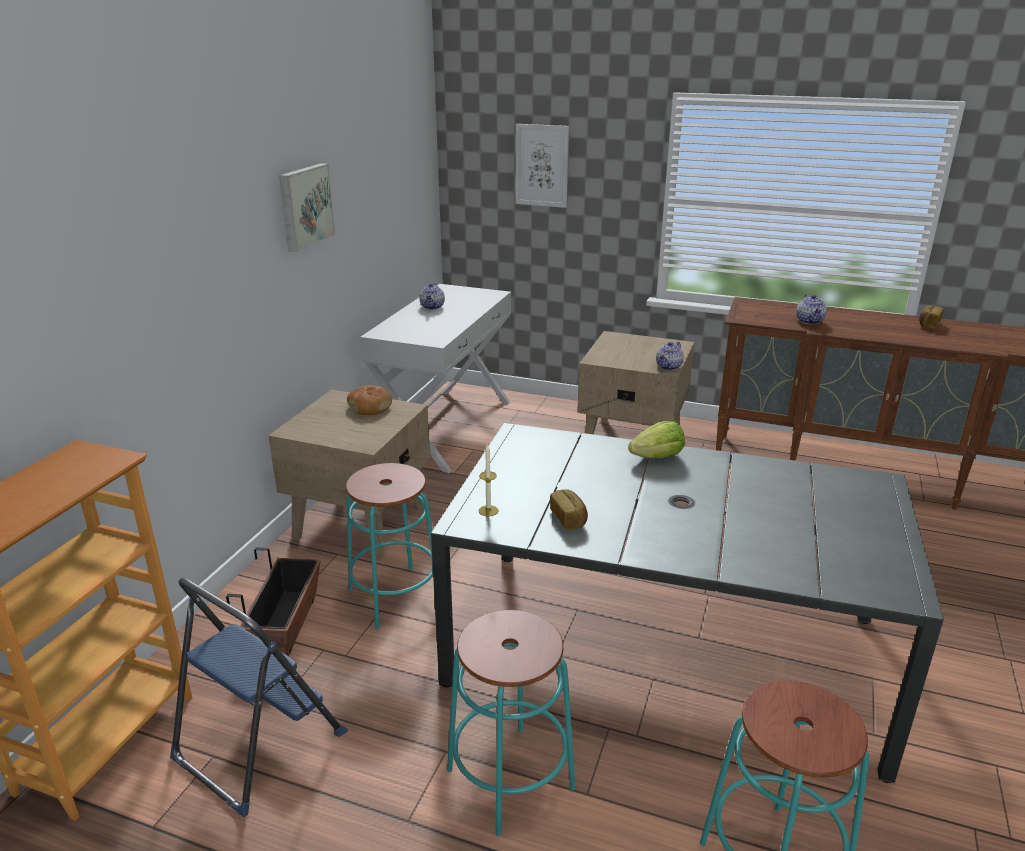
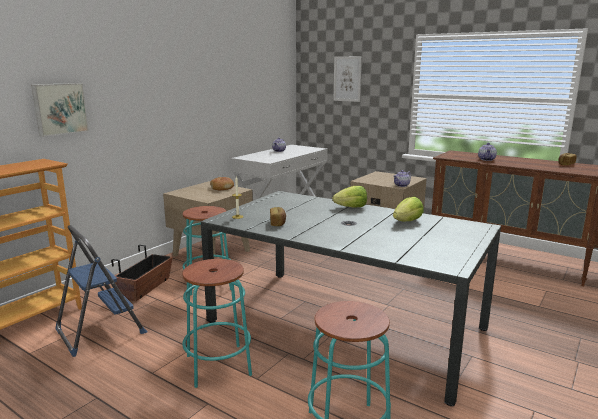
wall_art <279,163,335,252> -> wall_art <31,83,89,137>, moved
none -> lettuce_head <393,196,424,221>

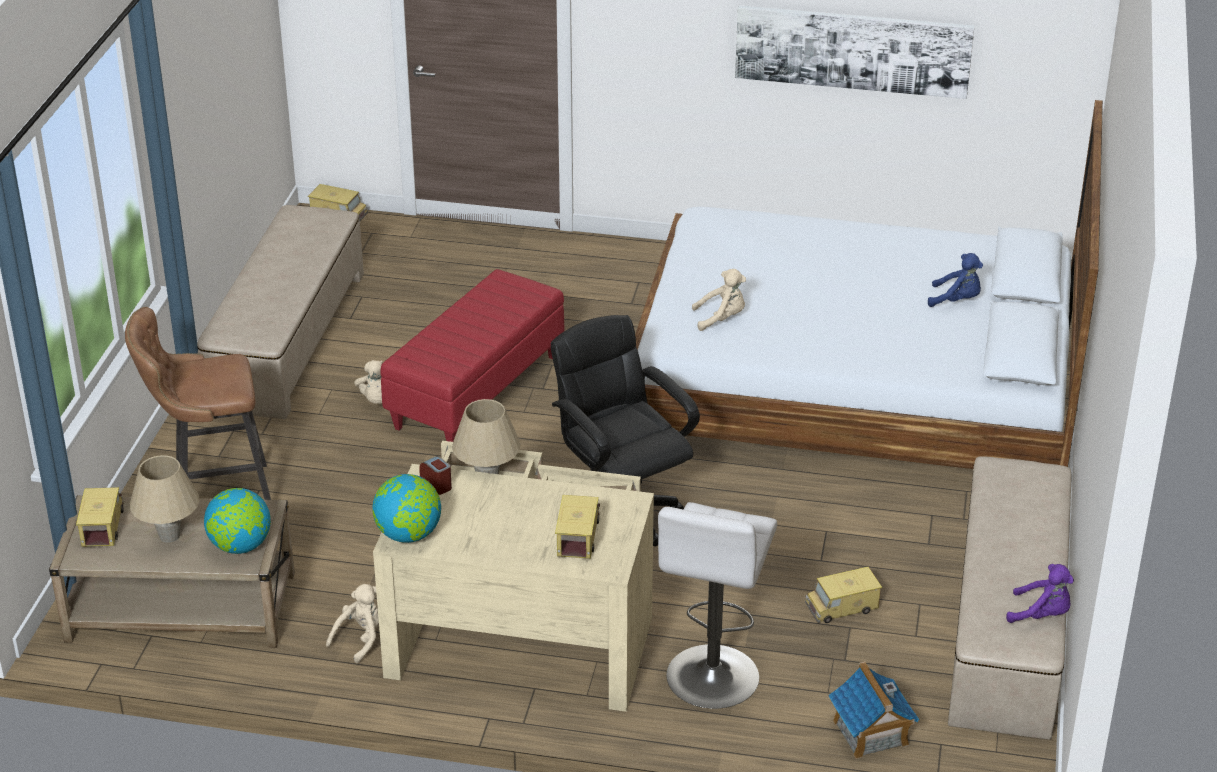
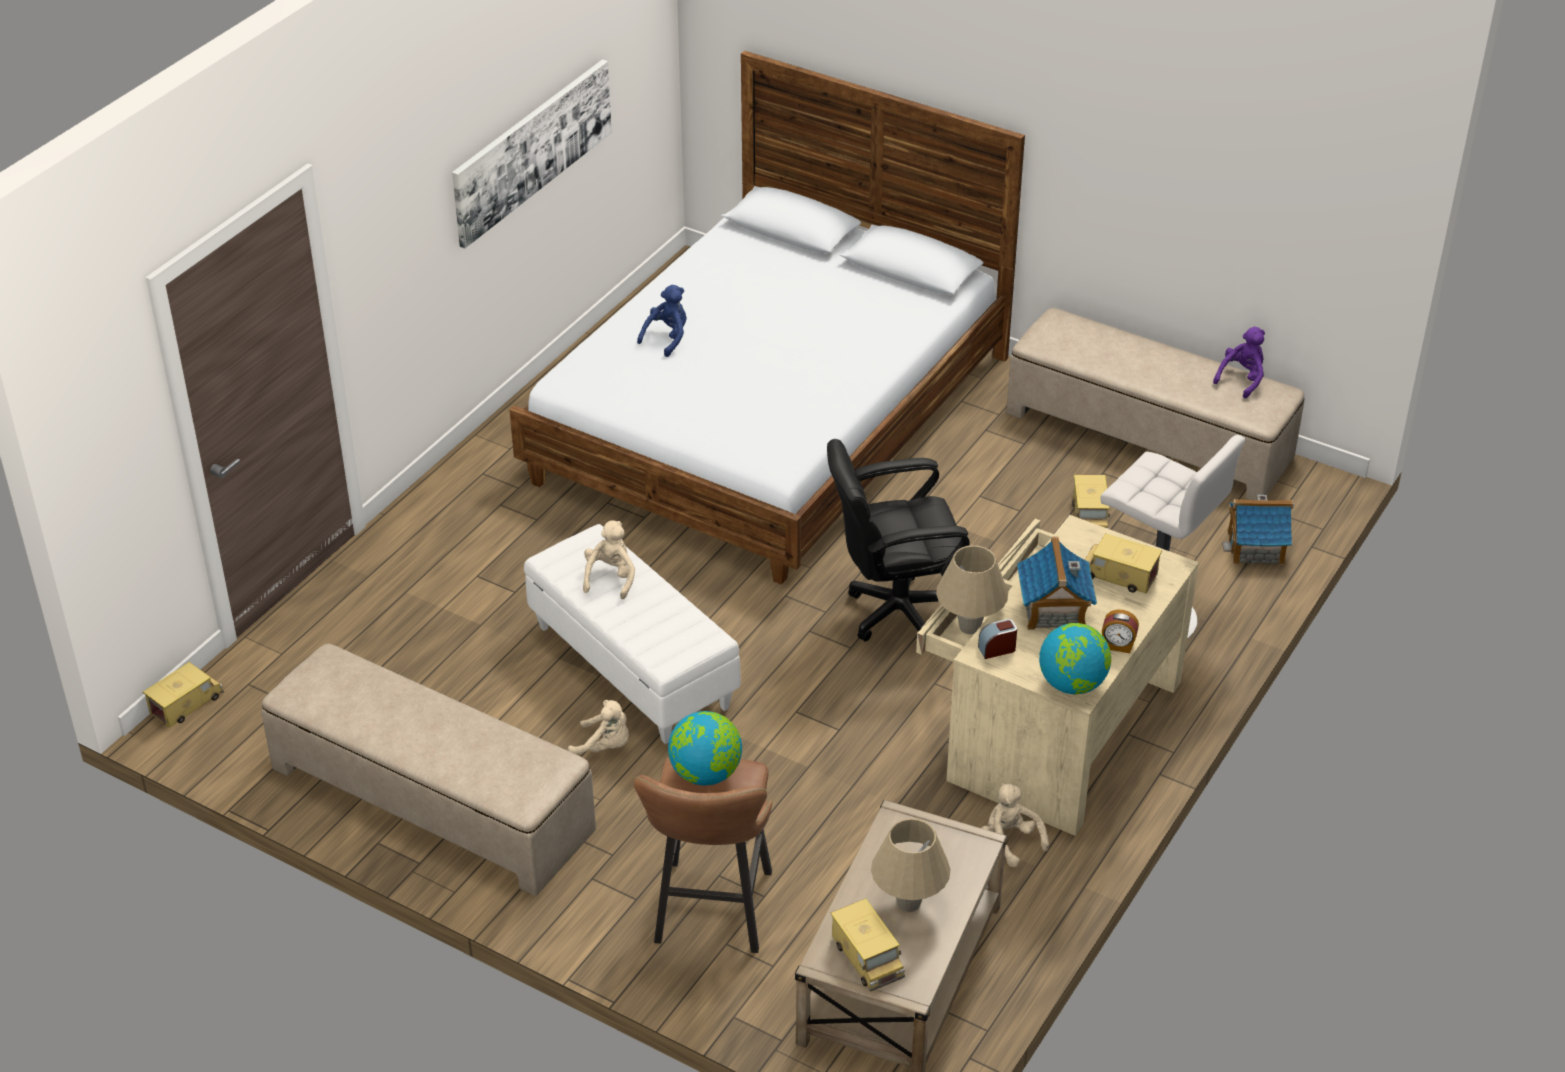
toy_lorry <76,487,124,547> -> toy_lorry <831,899,905,992>, 135 degrees counterclockwise
desk_globe <204,488,271,554> -> desk_globe <668,711,742,786>, moved
red-coloured_footrest <380,269,564,442> -> white-coloured_footrest <524,524,741,744>
sand-coloured_cuddly_toy <692,269,746,331> -> sand-coloured_cuddly_toy <583,520,635,599>, moved
blue-coloured_cuddly_toy <928,253,983,307> -> blue-coloured_cuddly_toy <637,285,687,357>, moved
none -> toy_house <1017,536,1097,630>
none -> alarm_clock <1102,610,1139,653>

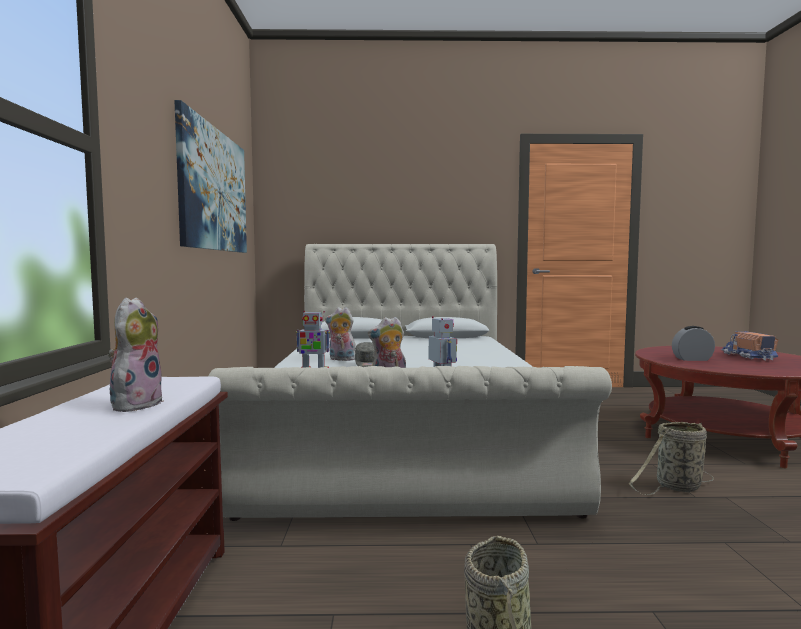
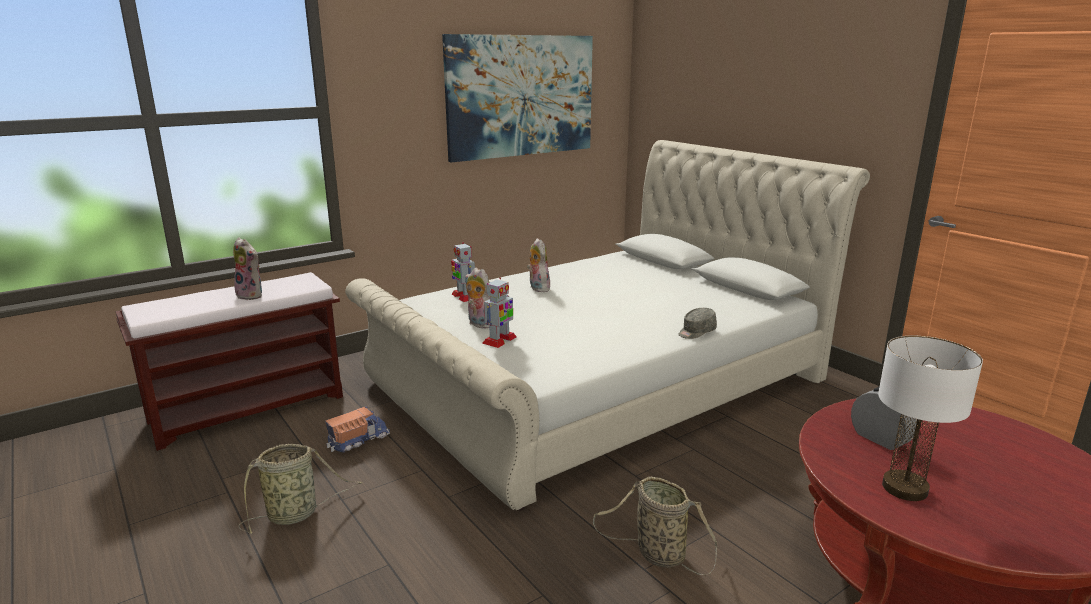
cuddly_toy <108,298,163,412> -> cuddly_toy <233,238,262,300>, 60 degrees clockwise
greyish_baseball_cap <355,342,375,367> -> greyish_baseball_cap <678,308,717,339>, moved
toy_lorry <721,331,778,360> -> toy_lorry <325,406,390,453>, moved
none -> tabletop_lamp <878,336,983,501>

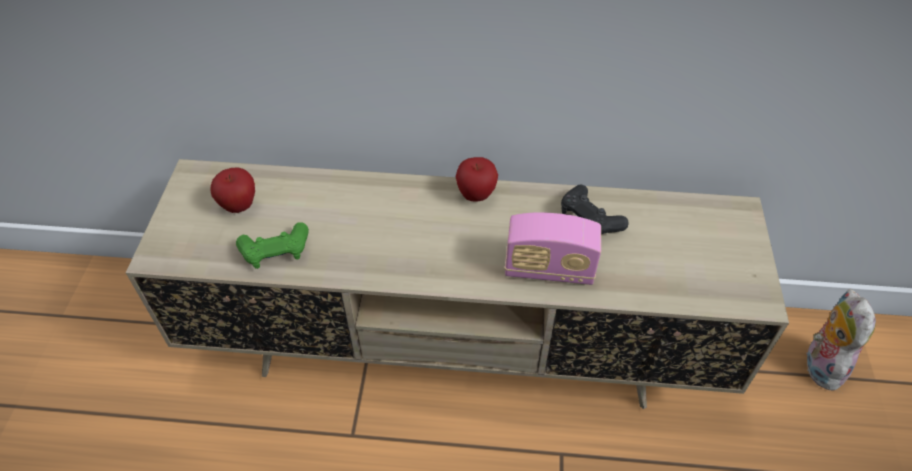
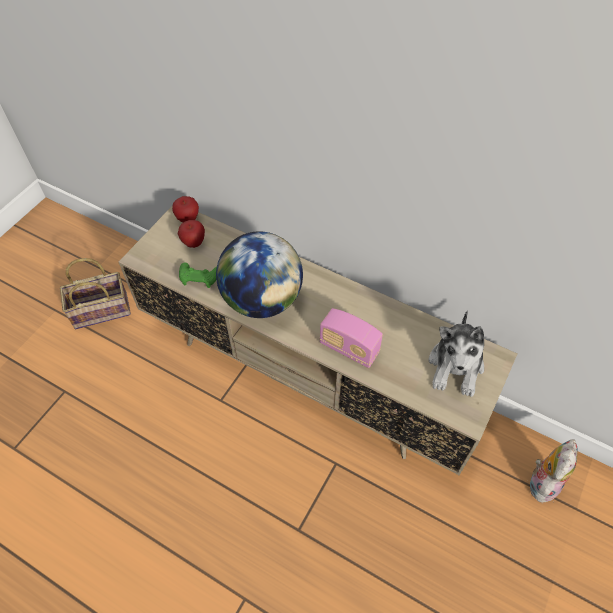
whole_apple <455,157,498,201> -> whole_apple <172,196,199,223>, moved
black_gamepad <561,185,629,234> -> none
none -> household_basket <60,258,131,329>
none -> desk_globe <216,231,303,318>
none -> cuddly_toy <429,310,484,397>

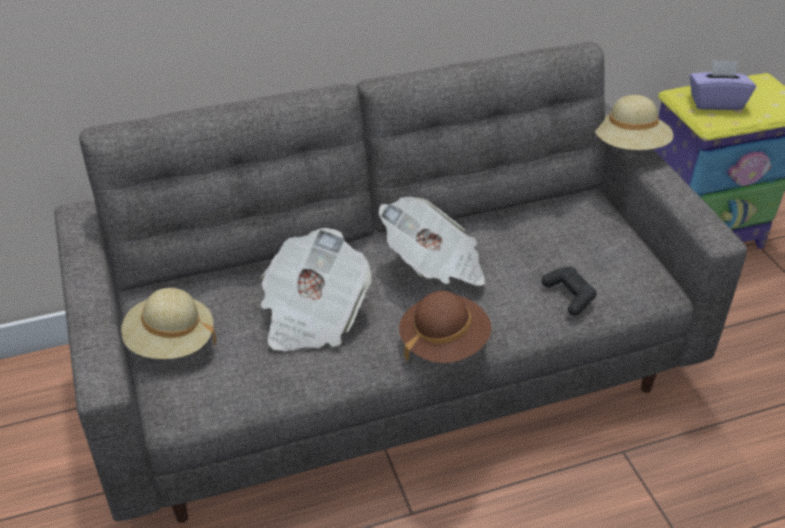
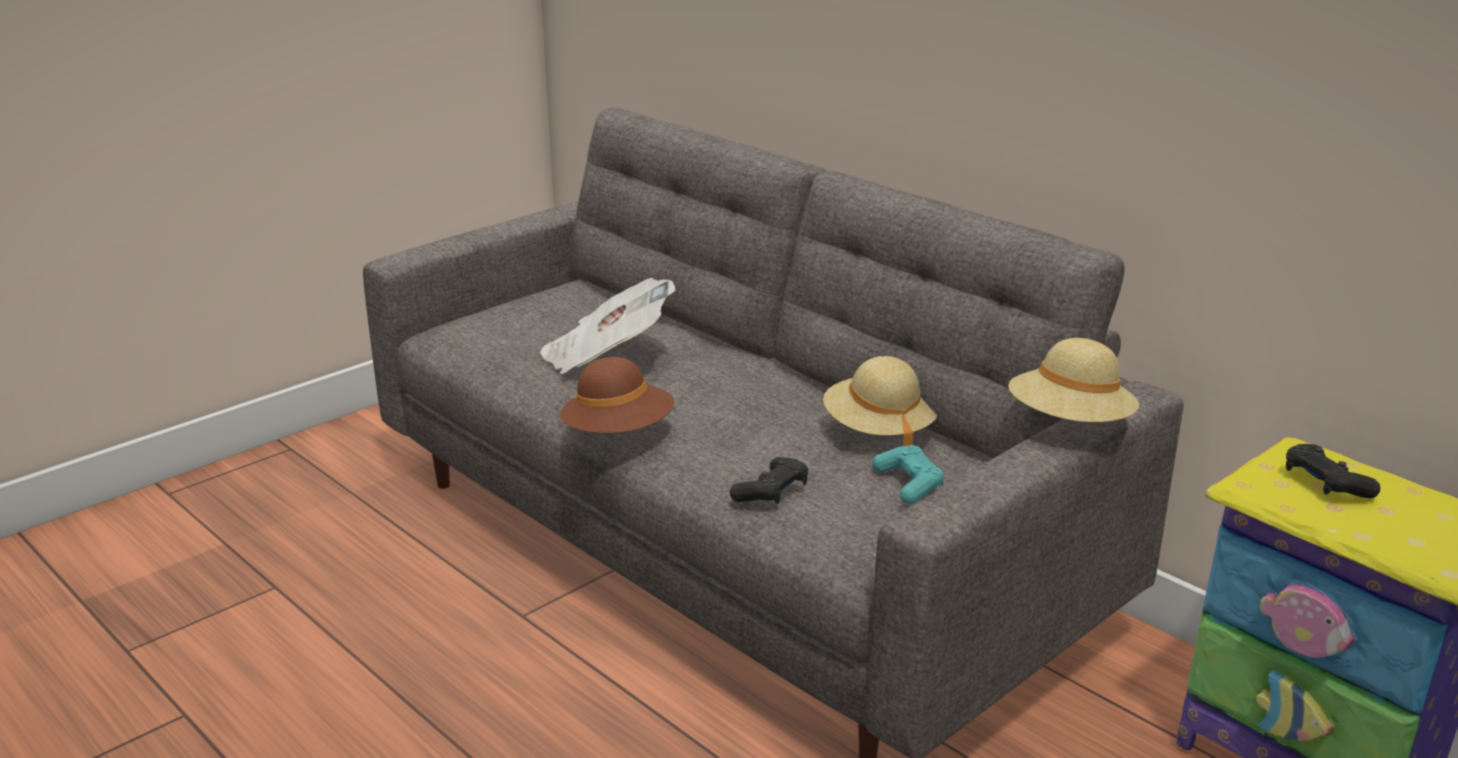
sand-coloured_hat <121,288,216,359> -> sand-coloured_hat <823,356,937,446>, moved
printed_paper <379,197,485,286> -> none
purple_tissue_box <690,60,756,110> -> black_gamepad <1286,444,1380,499>
none -> turquoise_gamepad <872,445,945,504>

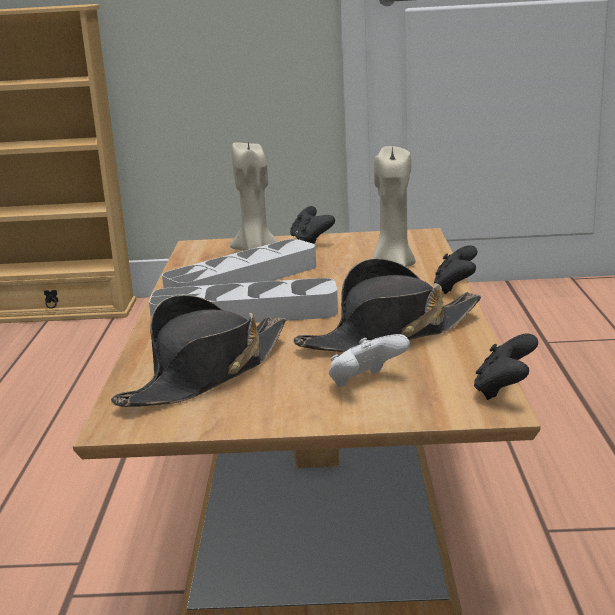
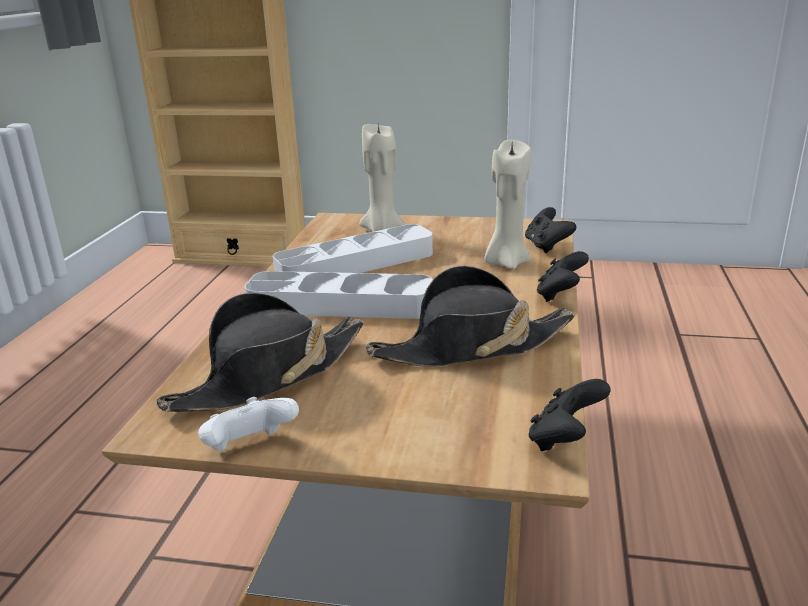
black_gamepad <290,206,335,244> -> black_gamepad <525,207,576,253>, moved
white-coloured_gamepad <329,334,410,387> -> white-coloured_gamepad <198,397,299,451>, moved

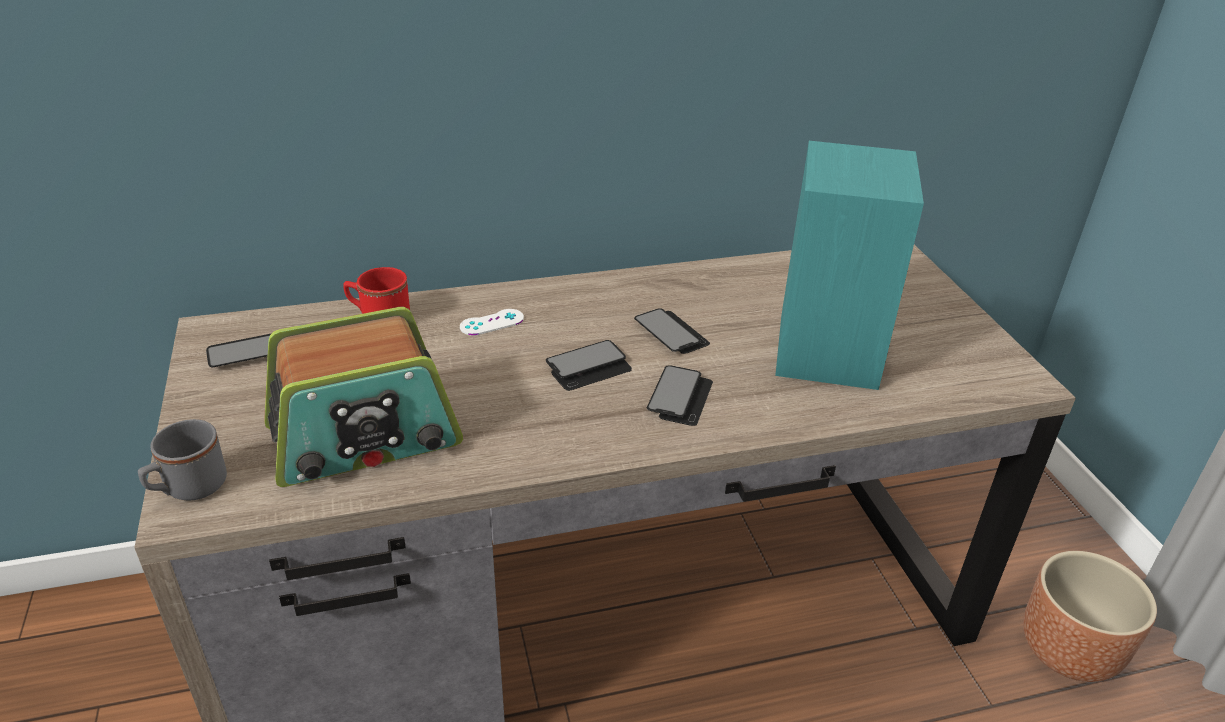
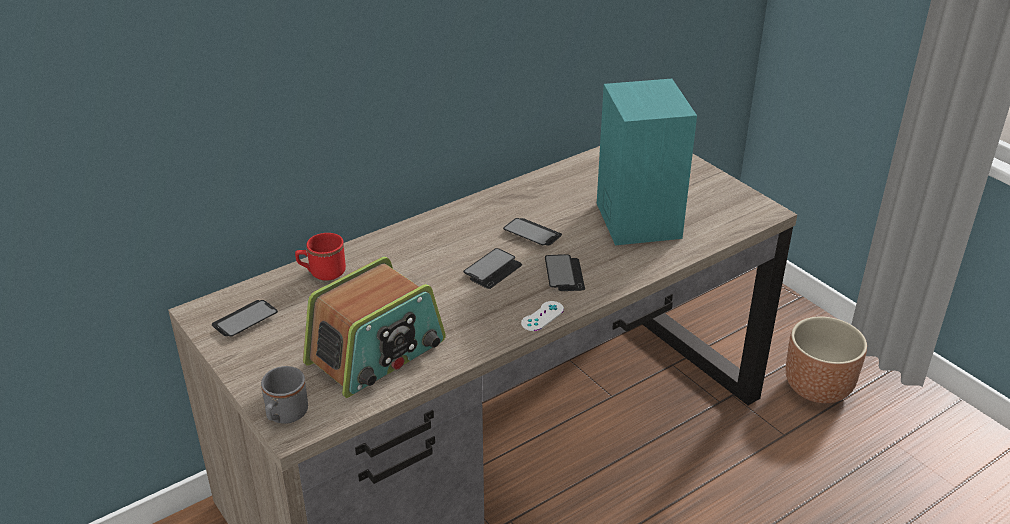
white-coloured_gamepad <460,309,524,335> -> white-coloured_gamepad <521,301,564,331>, moved

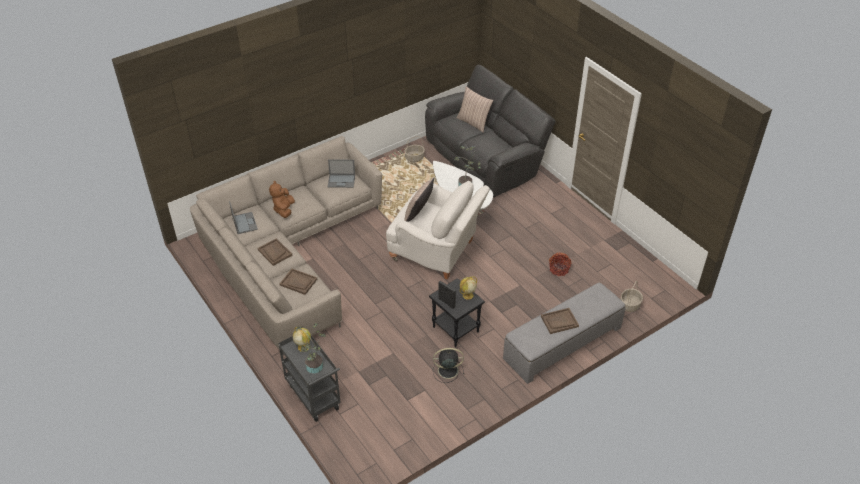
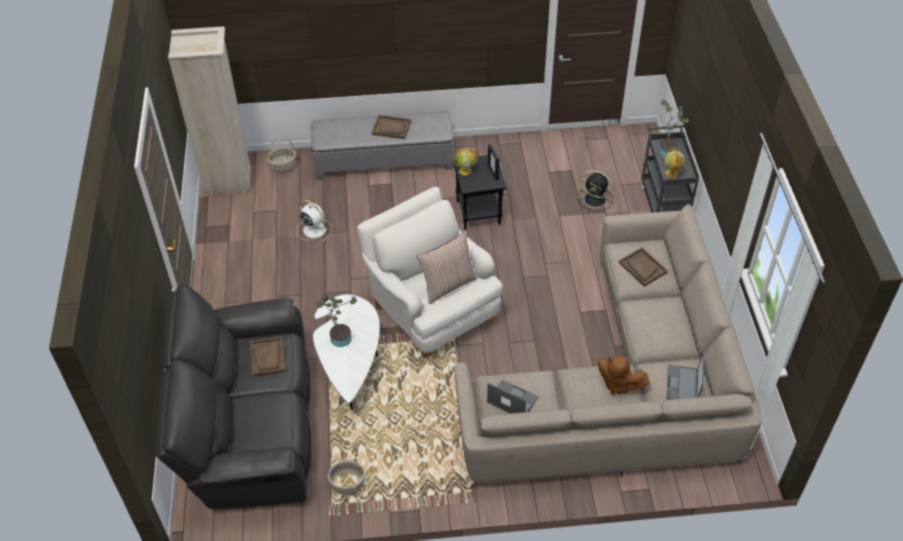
brownish_serving_tray <257,238,292,266> -> brownish_serving_tray <250,337,286,377>, moved
brownish_cuddly_toy <269,181,295,218> -> brownish_cuddly_toy <597,355,650,395>, 90 degrees clockwise
black_electric_fan <433,348,464,383> -> black_electric_fan <578,170,613,212>, moved
pillow <457,86,494,133> -> none
household_basket <549,253,572,276> -> white-coloured_electric_fan <296,199,332,242>
none -> sand-coloured_cupboard <168,26,251,194>

